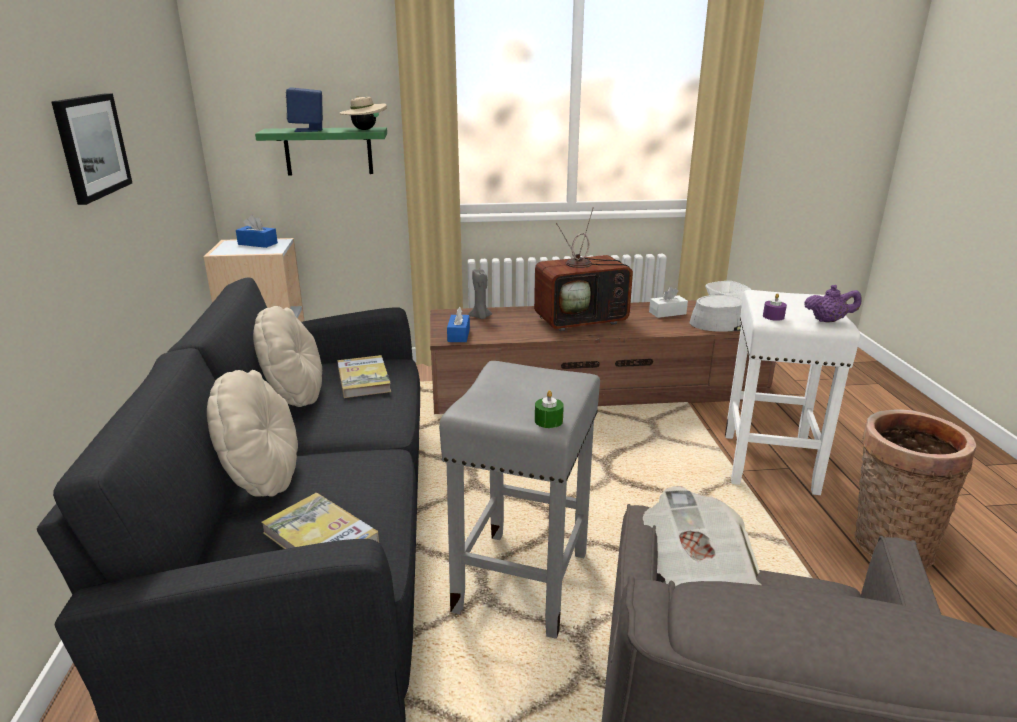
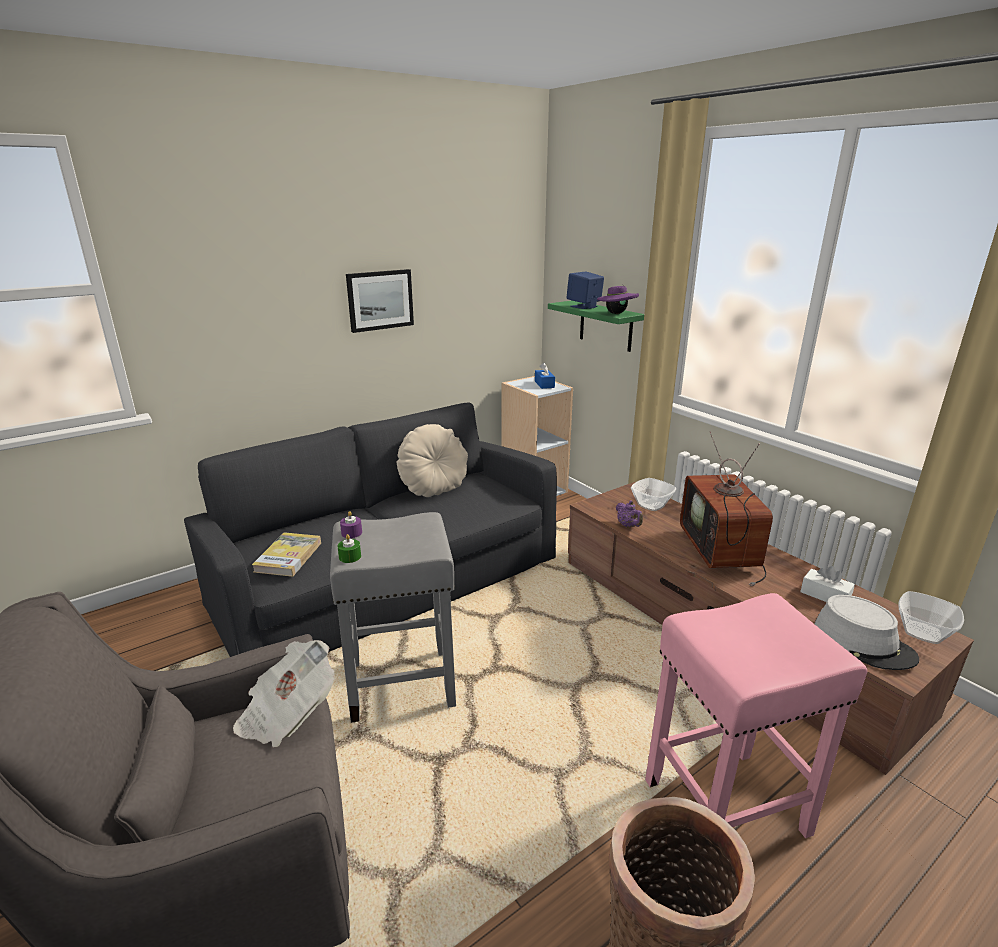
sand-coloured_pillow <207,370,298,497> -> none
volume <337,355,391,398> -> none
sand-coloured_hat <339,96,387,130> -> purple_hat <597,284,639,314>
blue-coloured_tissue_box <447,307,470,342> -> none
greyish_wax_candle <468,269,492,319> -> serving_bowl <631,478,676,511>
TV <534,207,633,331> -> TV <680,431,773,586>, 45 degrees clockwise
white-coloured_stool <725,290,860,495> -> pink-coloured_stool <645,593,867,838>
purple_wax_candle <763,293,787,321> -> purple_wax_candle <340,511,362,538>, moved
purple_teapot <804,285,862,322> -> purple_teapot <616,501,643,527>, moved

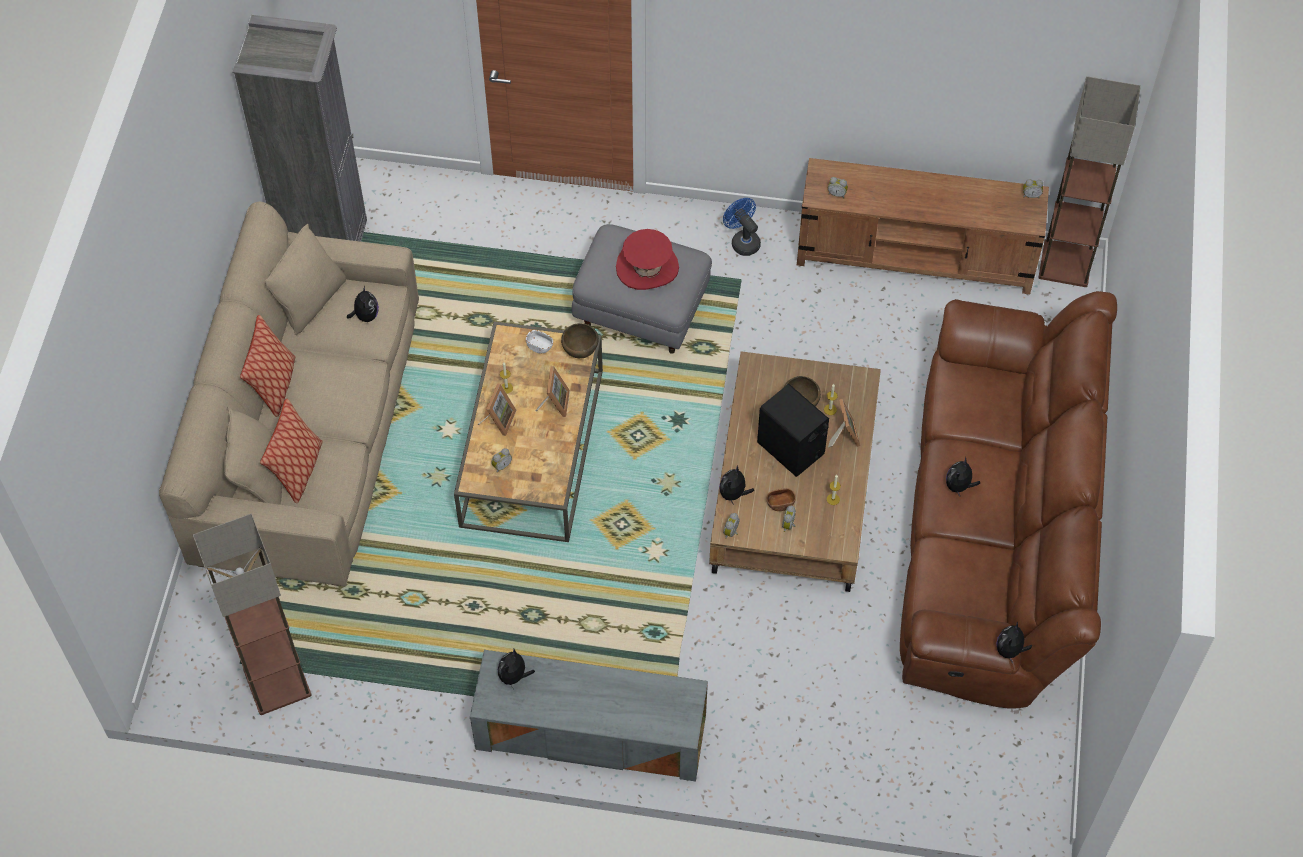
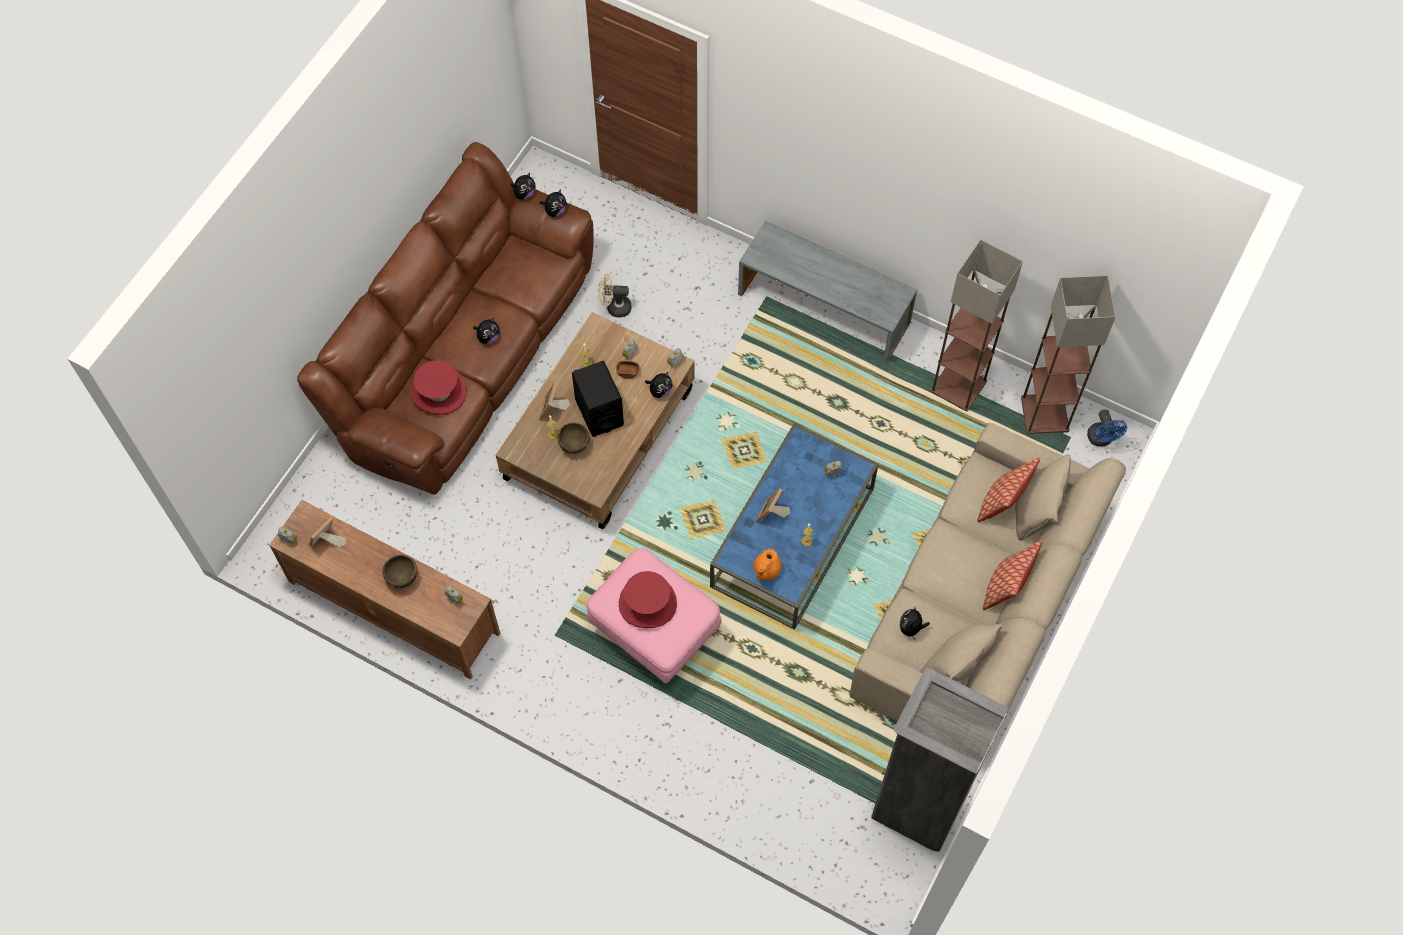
brownish_low_table <454,322,603,542> -> blue-coloured_low_table <710,424,879,630>
standing_frame <478,383,516,436> -> standing_frame <309,517,347,547>, moved
cuddly_toy <498,649,535,688> -> cuddly_toy <540,189,567,217>, moved
white-coloured_serving_bowl <526,330,553,353> -> orangey_teapot <753,548,781,580>
brownish_serving_bowl <561,323,599,358> -> brownish_serving_bowl <382,555,417,588>, moved
greyish_footrest <572,224,712,354> -> pink-coloured_footrest <586,548,722,683>
blue-coloured_electric_fan <723,198,761,256> -> blue-coloured_electric_fan <1087,409,1127,447>, moved
floor_lamp <1039,76,1141,287> -> floor_lamp <930,239,1023,411>, moved
none -> red-coloured_hat <411,360,466,415>
none -> sand-coloured_electric_fan <598,274,631,317>

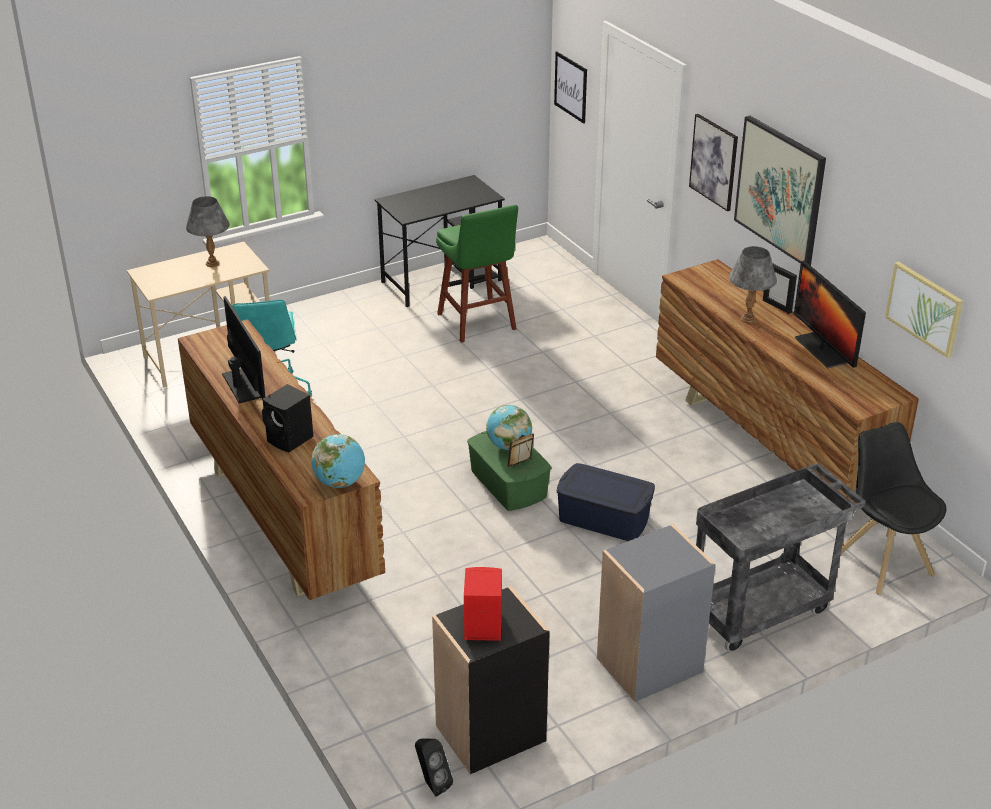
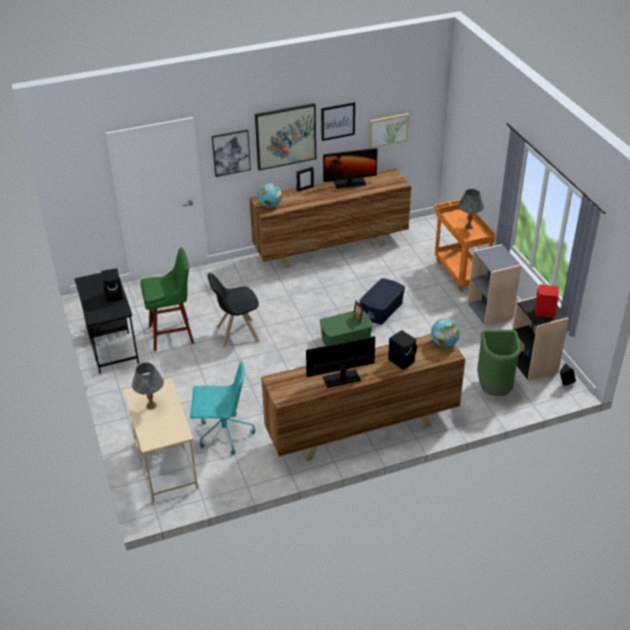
desk_globe <486,405,532,450> -> desk_globe <258,183,282,207>, moved
wall_art <554,52,587,124> -> wall_art <321,102,355,141>, moved
greyish_cart <696,463,865,652> -> orangey_cart <434,199,495,292>
greyish_tabletop_lamp <729,246,777,323> -> greyish_tabletop_lamp <458,189,484,230>, moved
black_chair <841,422,946,595> -> black_chair <208,273,260,348>, moved
none -> black_audio_speaker <101,268,123,302>
none -> greenish_trash_can <477,329,521,396>

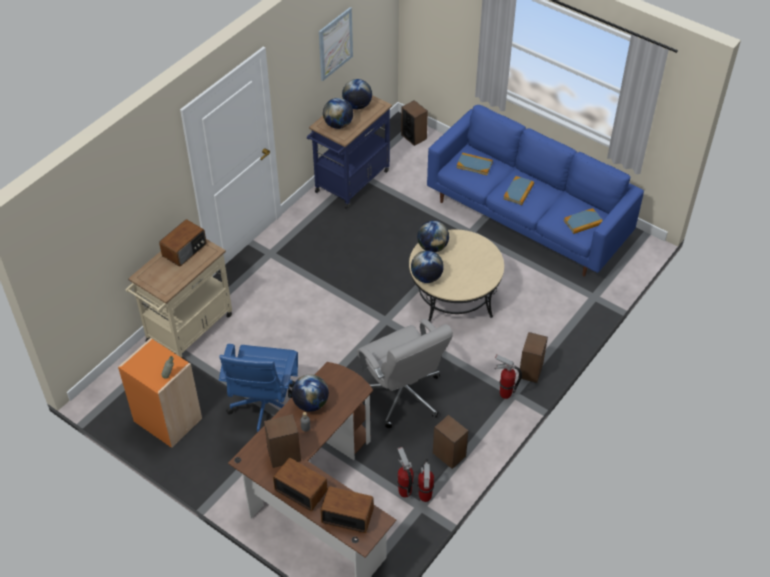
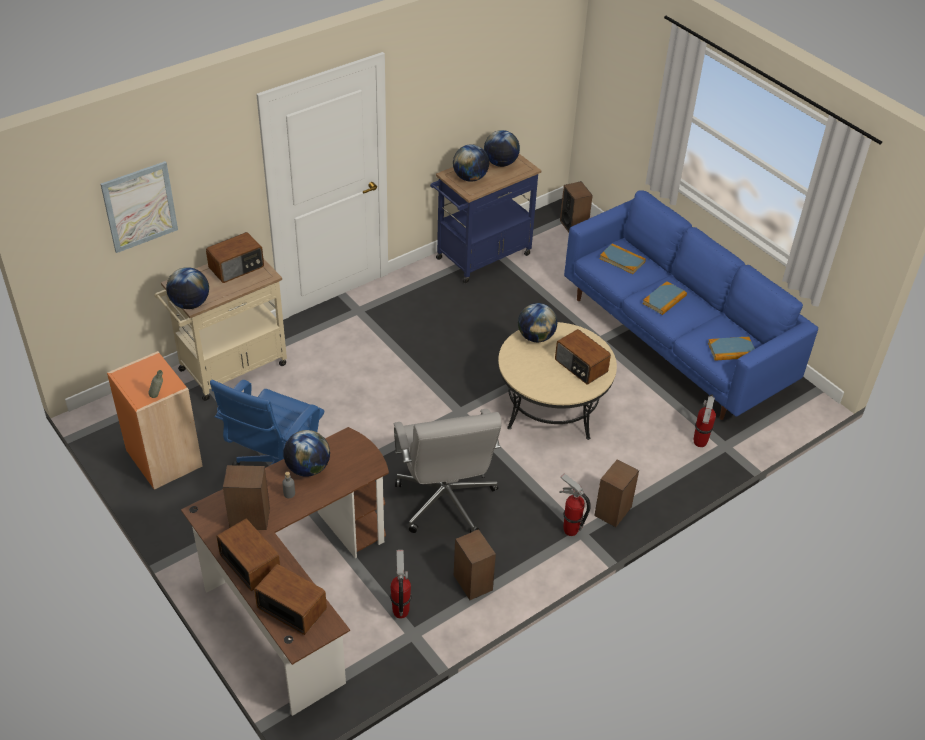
wall_art <319,7,353,81> -> wall_art <101,161,178,253>, moved
desk_globe <411,250,444,283> -> desk_globe <166,267,209,309>, moved
fire-fighting_cylinder <417,459,434,502> -> fire-fighting_cylinder <694,394,716,447>, moved
none -> radio_set <555,329,611,385>

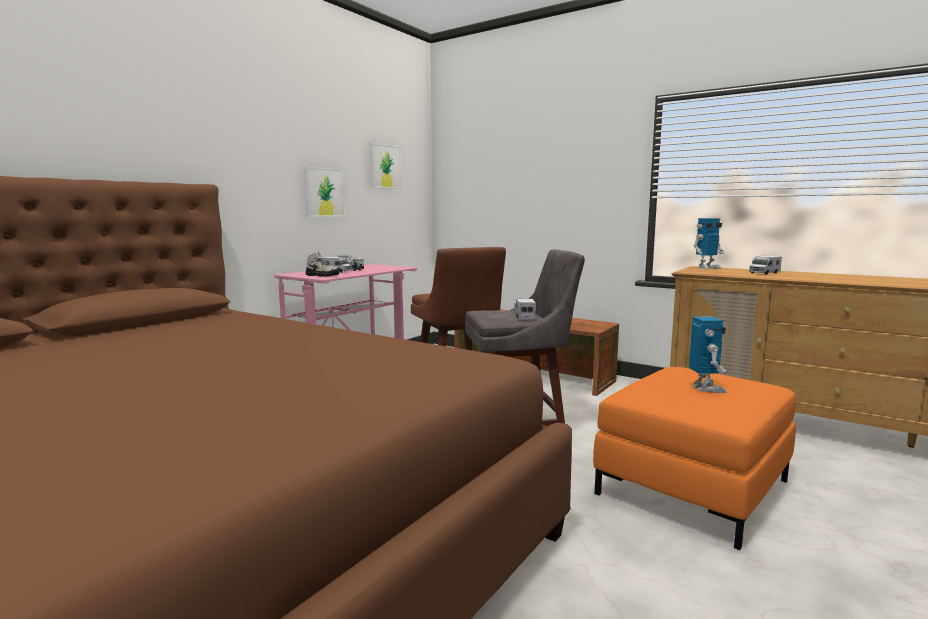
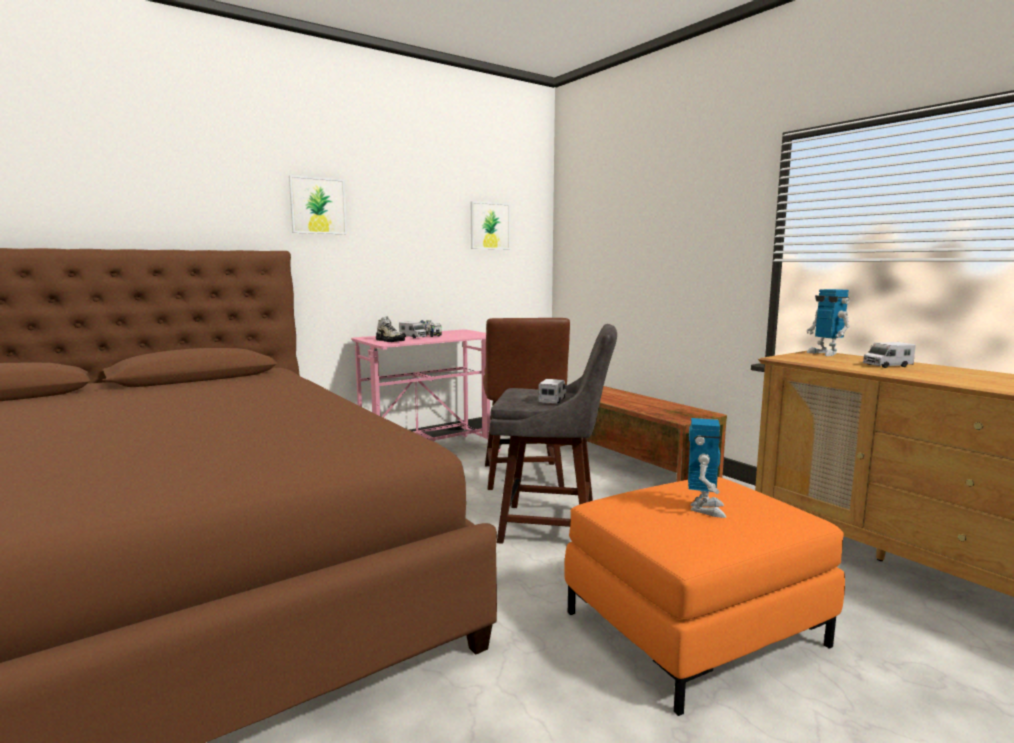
wall_art <304,167,345,217> -> wall_art <289,175,347,234>, moved
robot_figure <693,218,724,269> -> robot_figure <806,289,850,356>, 60 degrees clockwise

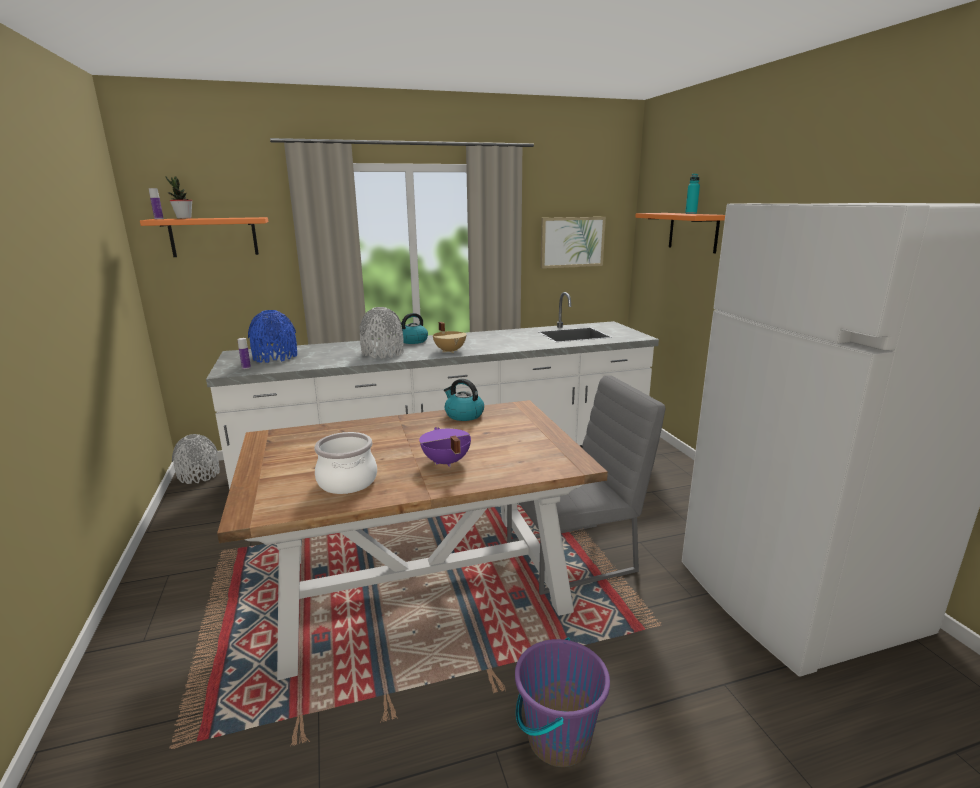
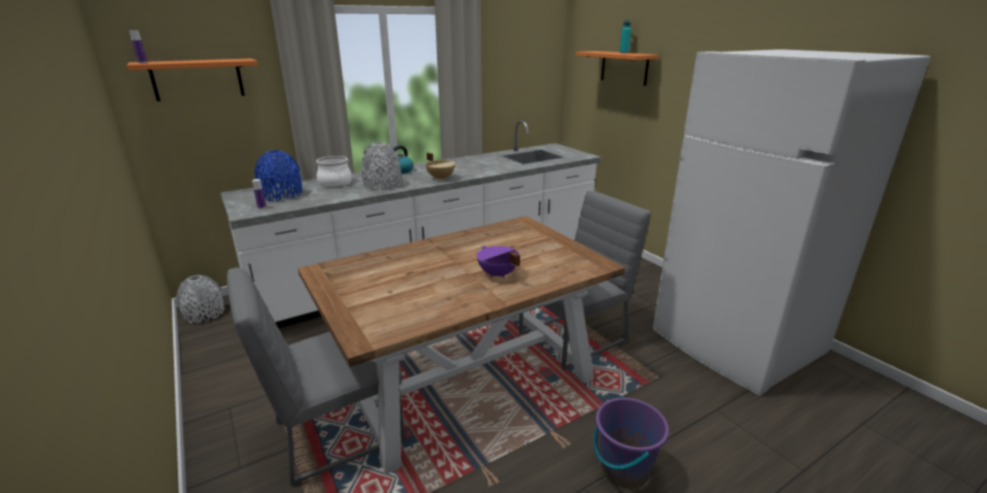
houseplant <166,177,192,219> -> none
cooking_pot <314,432,377,494> -> cooking_pot <316,156,352,187>, moved
water_kettle <444,379,484,421> -> none
wall_art <540,217,606,269> -> none
none -> greyish_chair <227,267,405,486>

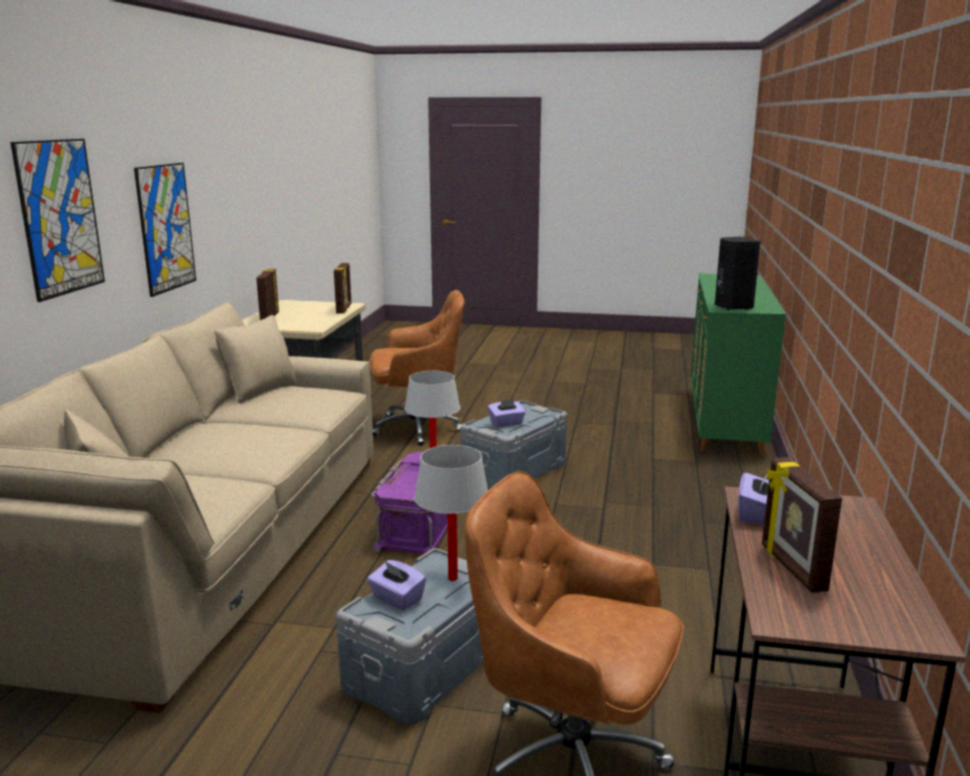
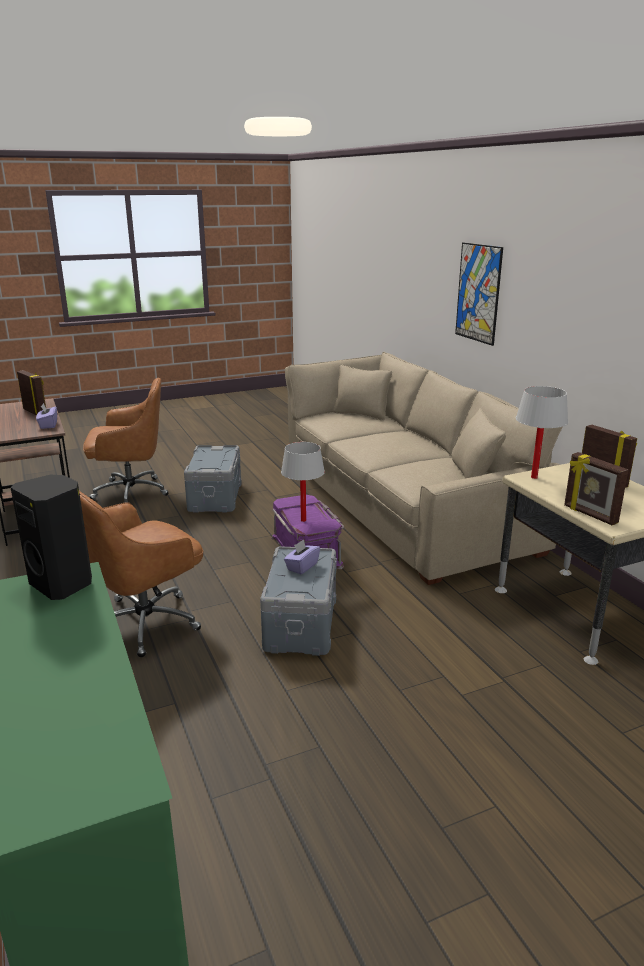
wall_art <134,163,196,297> -> none
purple_tissue_box <367,560,426,610> -> none
brownish_office_chair <369,290,465,446> -> brownish_office_chair <79,491,203,657>, moved
white-coloured_tabletop_lamp <414,445,488,581> -> white-coloured_tabletop_lamp <516,386,568,479>, moved

